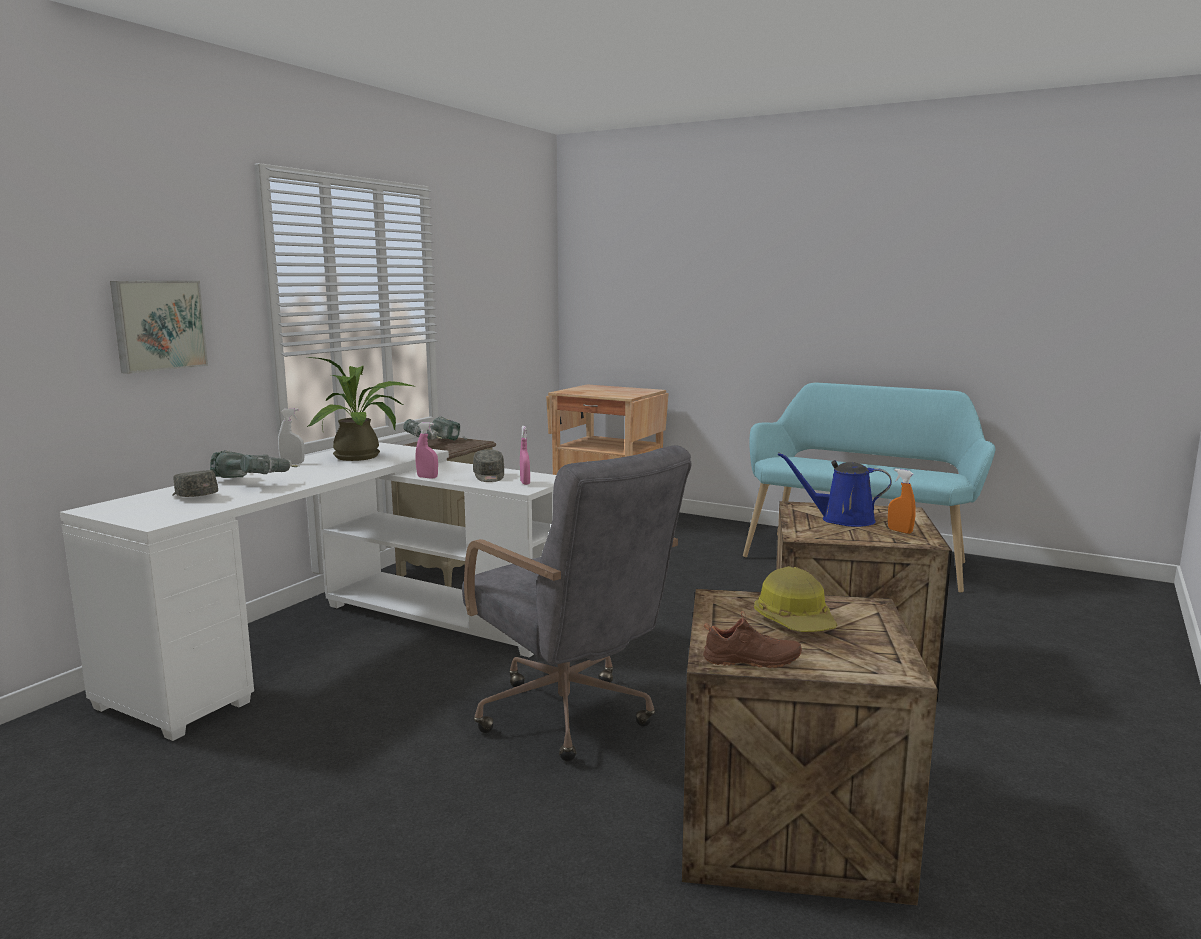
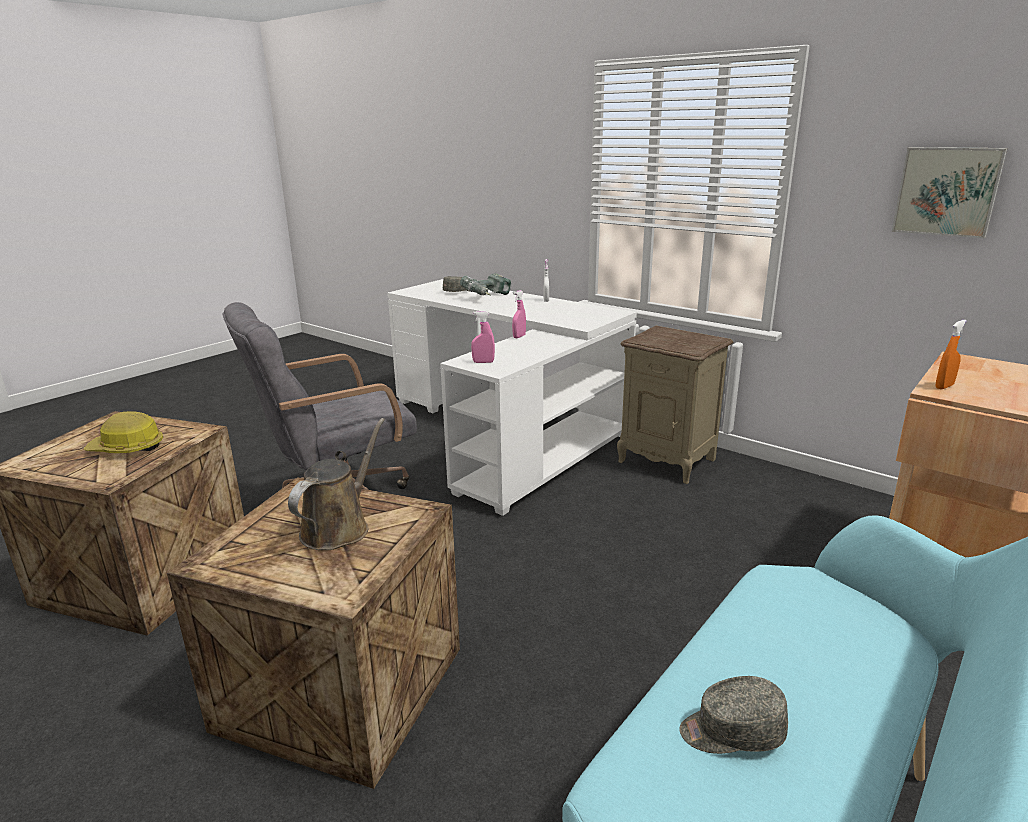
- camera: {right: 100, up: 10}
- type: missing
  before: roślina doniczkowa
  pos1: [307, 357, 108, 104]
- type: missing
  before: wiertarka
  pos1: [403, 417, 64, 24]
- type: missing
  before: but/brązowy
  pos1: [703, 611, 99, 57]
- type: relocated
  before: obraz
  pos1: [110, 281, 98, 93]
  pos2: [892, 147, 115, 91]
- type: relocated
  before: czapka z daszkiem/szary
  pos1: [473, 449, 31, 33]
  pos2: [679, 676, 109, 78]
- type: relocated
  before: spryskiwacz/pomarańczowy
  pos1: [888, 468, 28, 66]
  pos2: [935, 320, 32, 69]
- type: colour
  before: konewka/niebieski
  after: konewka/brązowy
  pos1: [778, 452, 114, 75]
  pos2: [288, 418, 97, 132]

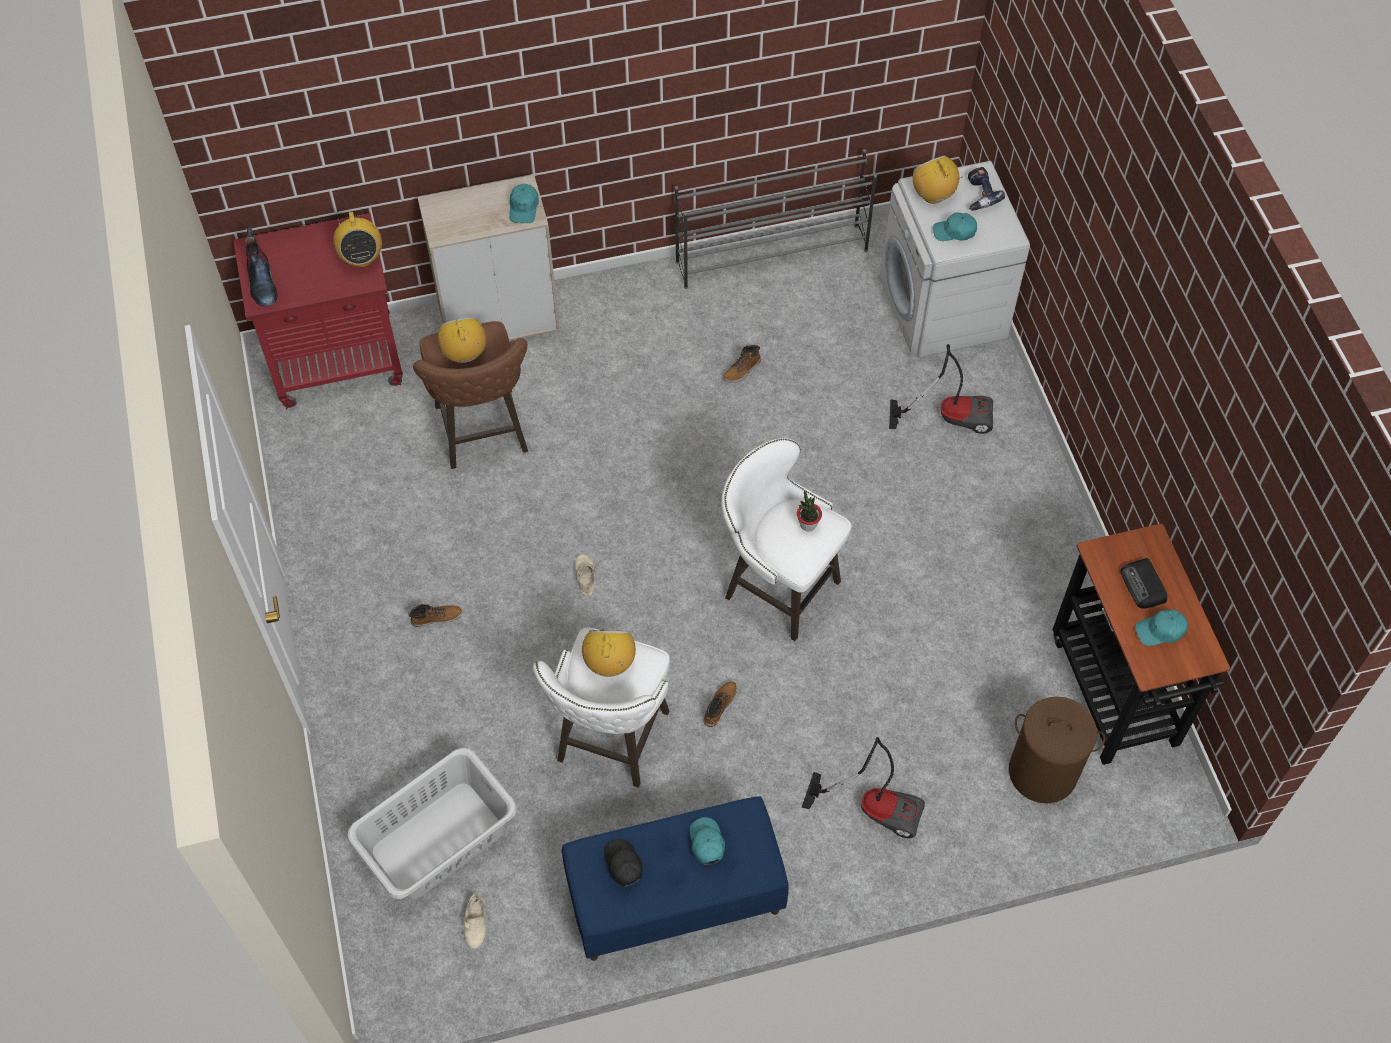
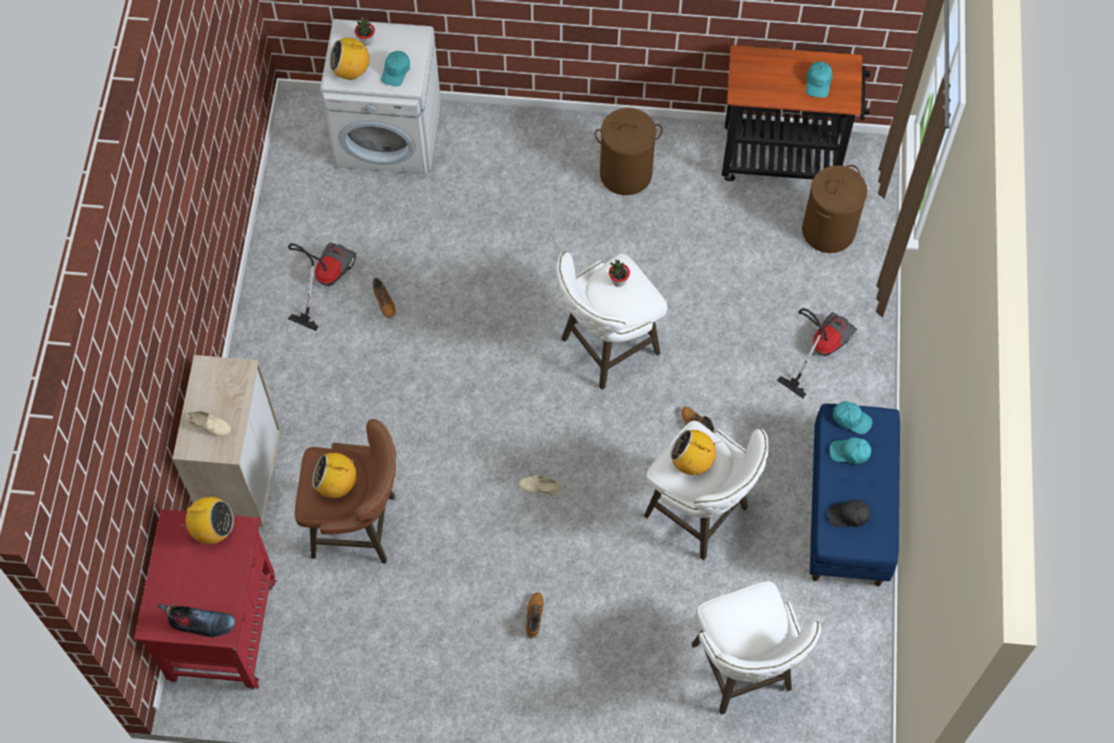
- camera: {right: -70, up: 5}
- type: missing
  before: regał na buty/szary
  pos1: [675, 149, 202, 140]
- type: missing
  before: radio
  pos1: [1120, 558, 47, 51]
- type: appeared
  after: kosz na pranie/brązowy
  pos2: [595, 108, 67, 87]
- type: relocated
  before: but/beżowy
  pos1: [463, 893, 23, 56]
  pos2: [186, 411, 45, 25]
- type: relocated
  before: czapka z daszkiem/turkusowy
  pos1: [509, 184, 30, 39]
  pos2: [833, 401, 40, 33]
- type: relocated
  before: odkurzacz
  pos1: [889, 344, 104, 90]
  pos2: [288, 243, 68, 88]
- type: exchanged
  before: kosz na pranie/szary
  after: stołek/biały
  pos1: [347, 748, 170, 152]
  pos2: [692, 581, 129, 134]
- type: exchanged
  before: wiertarka
  after: roślina doniczkowa
  pos1: [968, 167, 37, 44]
  pos2: [355, 17, 20, 29]

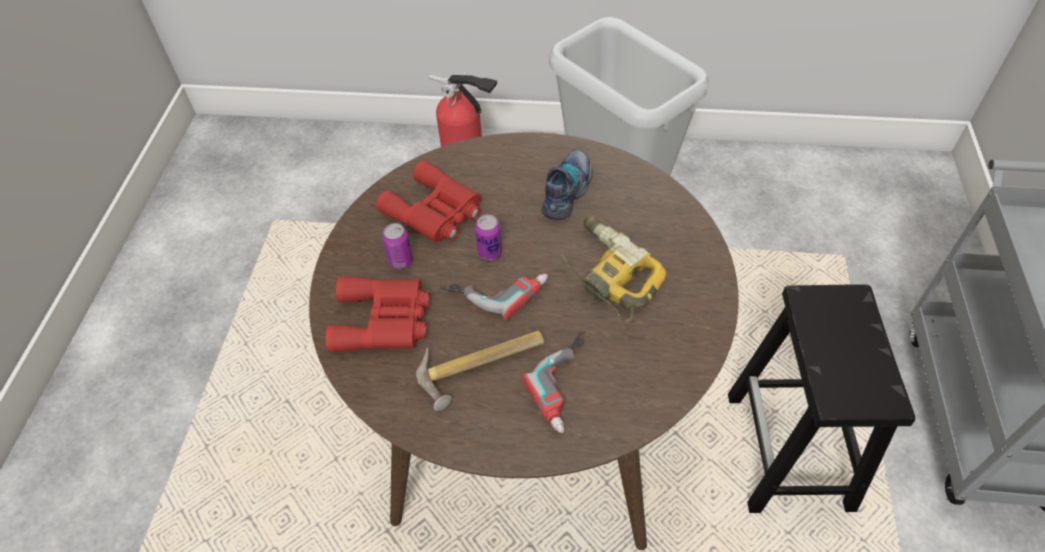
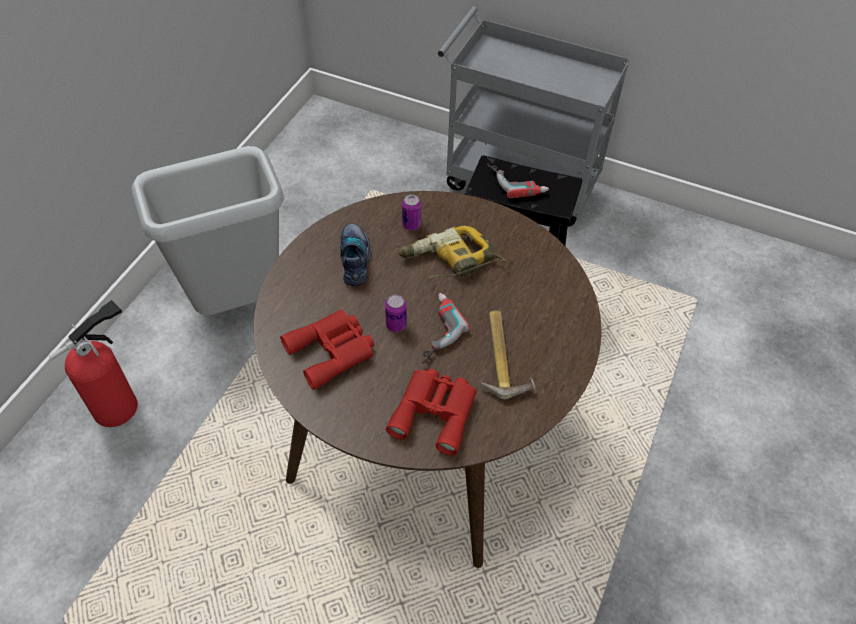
- camera: {right: -75, up: 0}
- type: relocated
  before: puszka
  pos1: [382, 223, 31, 46]
  pos2: [402, 194, 19, 37]
- type: relocated
  before: wiertarka
  pos1: [522, 331, 63, 102]
  pos2: [487, 163, 62, 35]
- type: spun
  before: but
  pos1: [542, 150, 51, 70]
  pos2: [340, 223, 31, 63]
  turn: 45

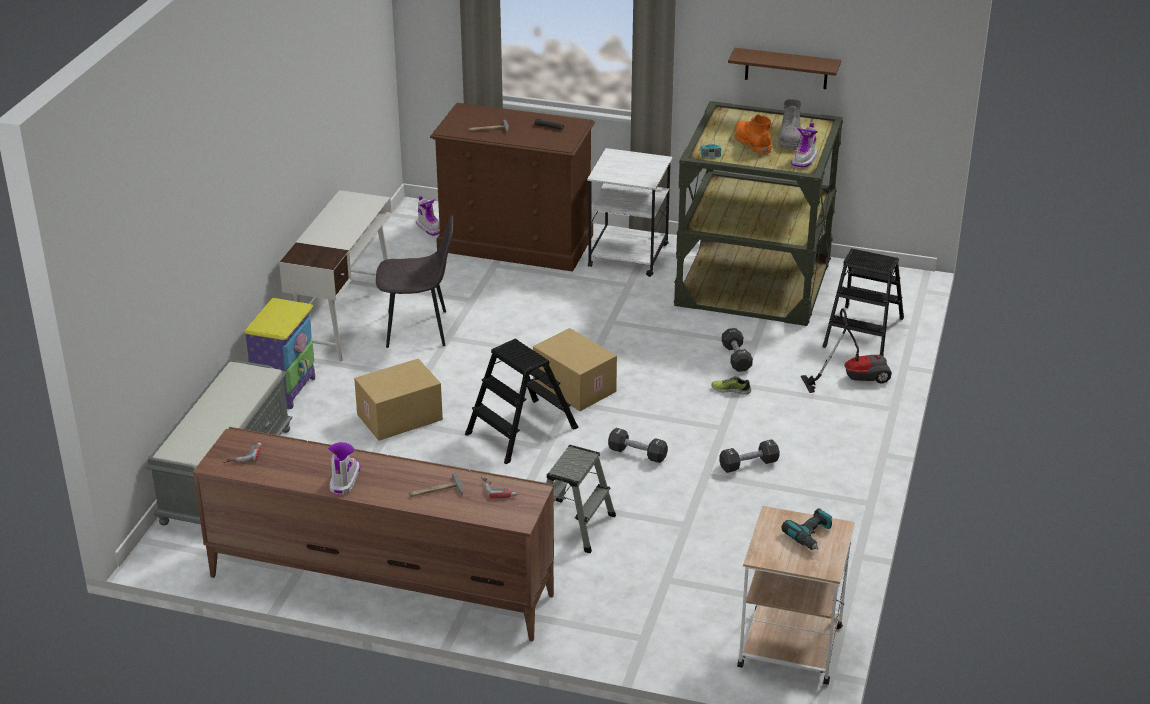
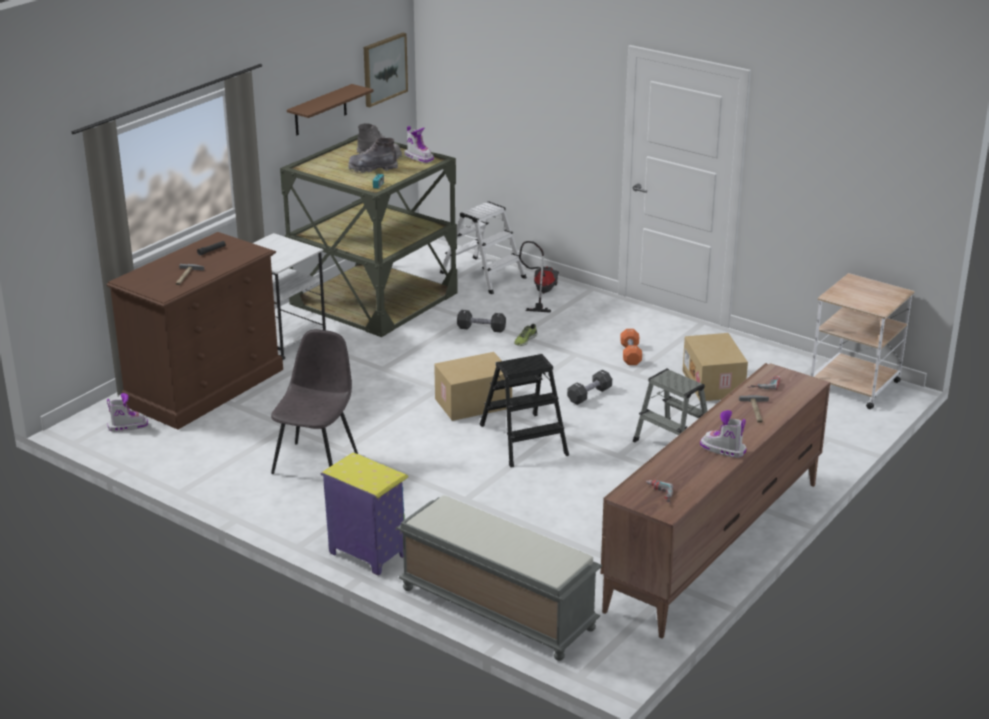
- camera: {right: -70, up: -5}
- type: missing
  before: biurko/biały
  pos1: [279, 190, 112, 171]
- type: missing
  before: wiertarka
  pos1: [781, 508, 51, 42]
- type: appeared
  after: obraz
  pos2: [364, 33, 44, 74]
- type: relocated
  before: karton
  pos1: [354, 359, 89, 82]
  pos2: [682, 333, 66, 68]
- type: colour
  before: hantel/czarny
  after: hantel/pomarańczowy
  pos1: [719, 439, 61, 34]
  pos2: [620, 329, 22, 36]
- type: colour
  before: but z cholewką/pomarańczowy
  after: but z cholewką/szary
  pos1: [734, 114, 37, 41]
  pos2: [348, 138, 50, 35]
- type: colour
  before: drabinka/czarny
  after: drabinka/biały
  pos1: [822, 248, 82, 109]
  pos2: [440, 201, 87, 93]

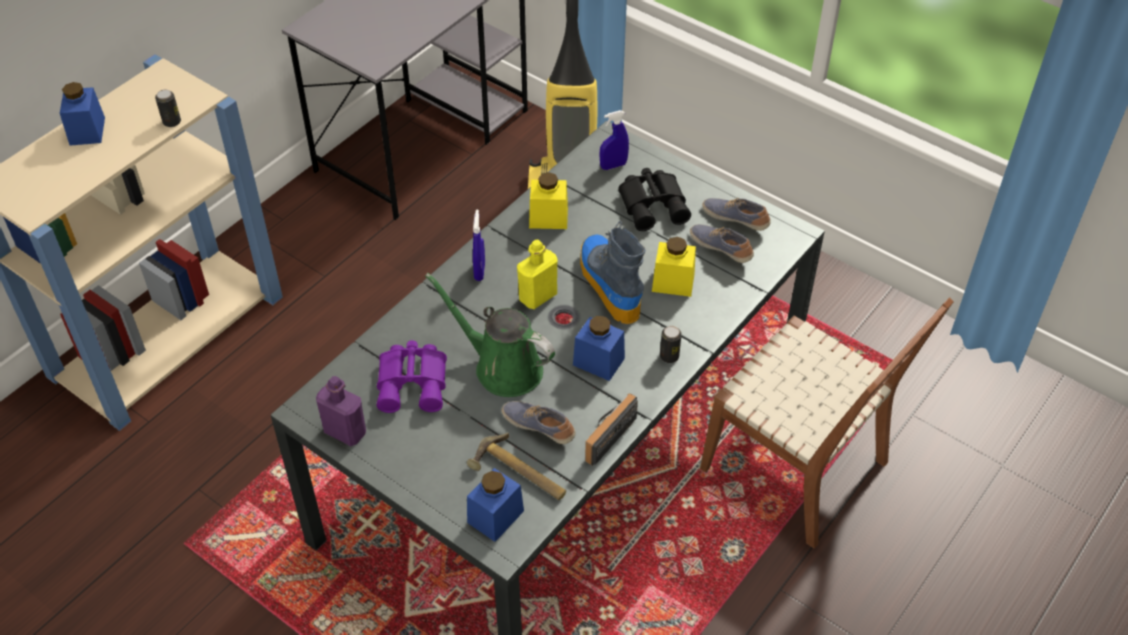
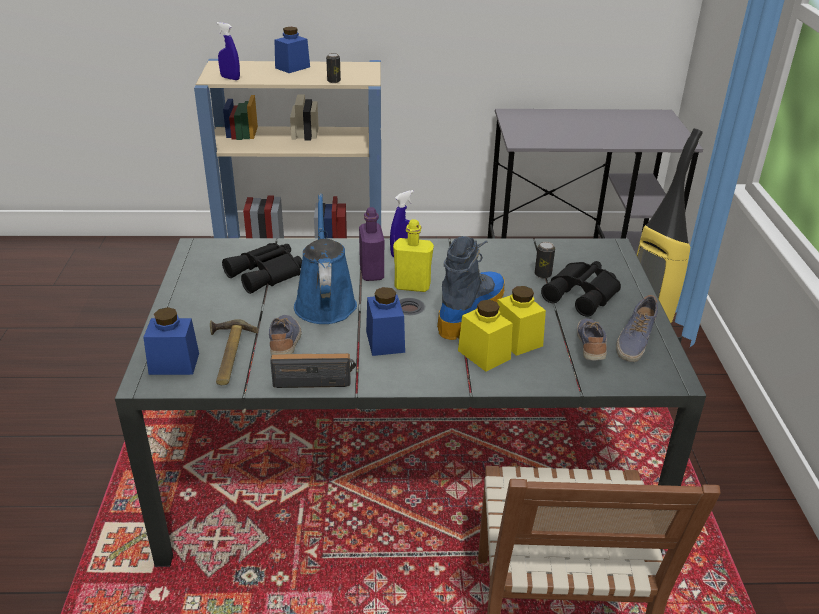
- camera: {right: 50, up: -15}
- type: relocated
  before: butelka/fioletowy
  pos1: [316, 376, 50, 70]
  pos2: [359, 207, 25, 74]
- type: relocated
  before: słoik/żółty
  pos1: [529, 172, 39, 57]
  pos2: [458, 300, 55, 72]
- type: relocated
  before: spryskiwacz/niebieski
  pos1: [599, 110, 30, 60]
  pos2: [217, 22, 23, 58]
- type: relocated
  before: puszka
  pos1: [660, 326, 22, 37]
  pos2: [535, 242, 20, 37]
- type: colour
  before: lornetka/fioletowy
  after: lornetka/czarny
  pos1: [377, 340, 70, 73]
  pos2: [222, 243, 80, 51]
- type: colour
  before: konewka/zielony
  after: konewka/niebieski
  pos1: [425, 273, 130, 124]
  pos2: [294, 194, 63, 130]
- type: spun
  before: but
  pos1: [702, 198, 69, 33]
  pos2: [616, 295, 42, 67]
  turn: -150

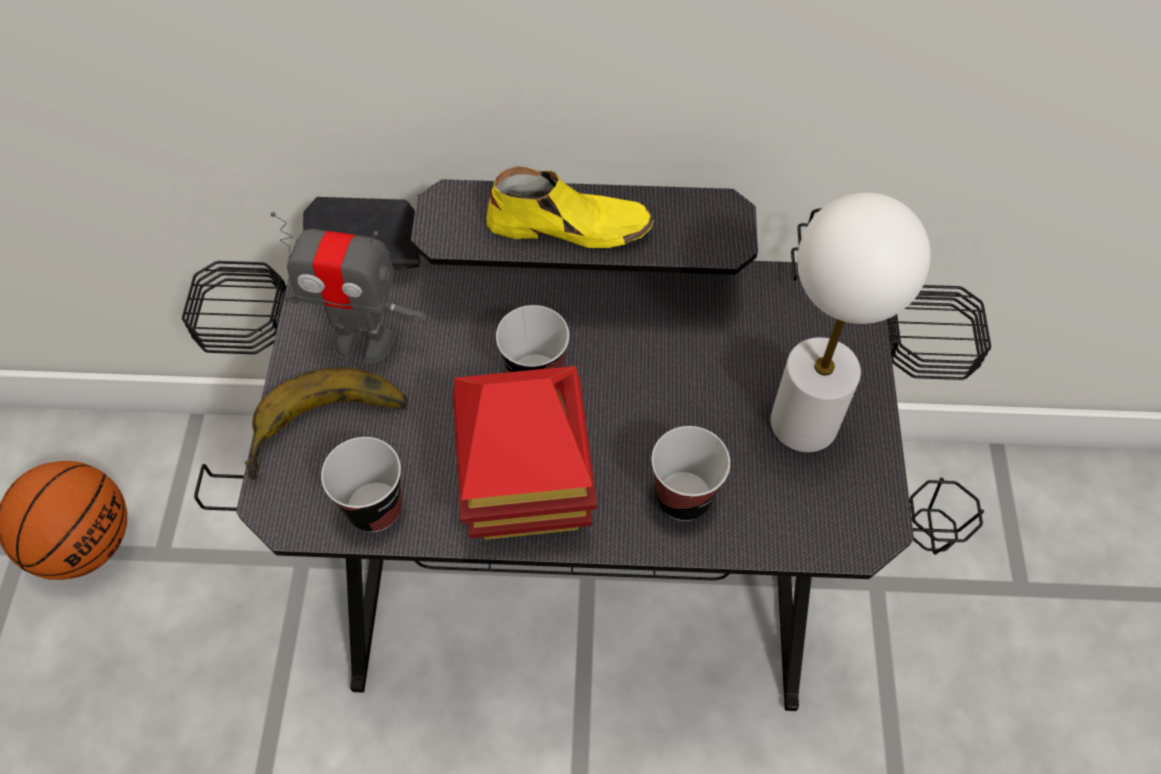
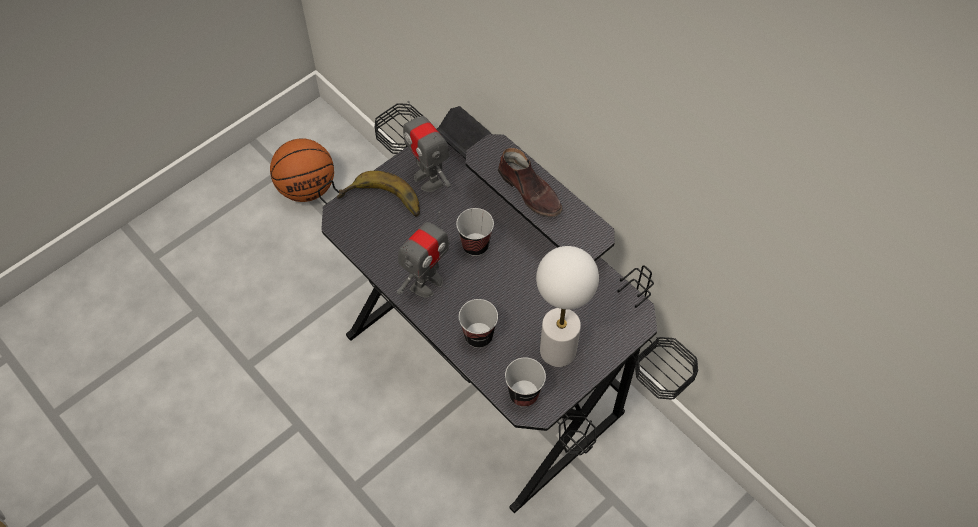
- camera: {right: 45, up: 0}
- type: relocated
  before: filiżanka
  pos1: [321, 437, 81, 95]
  pos2: [505, 358, 41, 49]
- type: exchanged
  before: domek
  after: robot zabawkowy
  pos1: [452, 366, 145, 174]
  pos2: [397, 211, 53, 87]
- type: colour
  before: but/żółty
  after: but/brązowy
  pos1: [486, 166, 168, 82]
  pos2: [498, 148, 65, 69]

